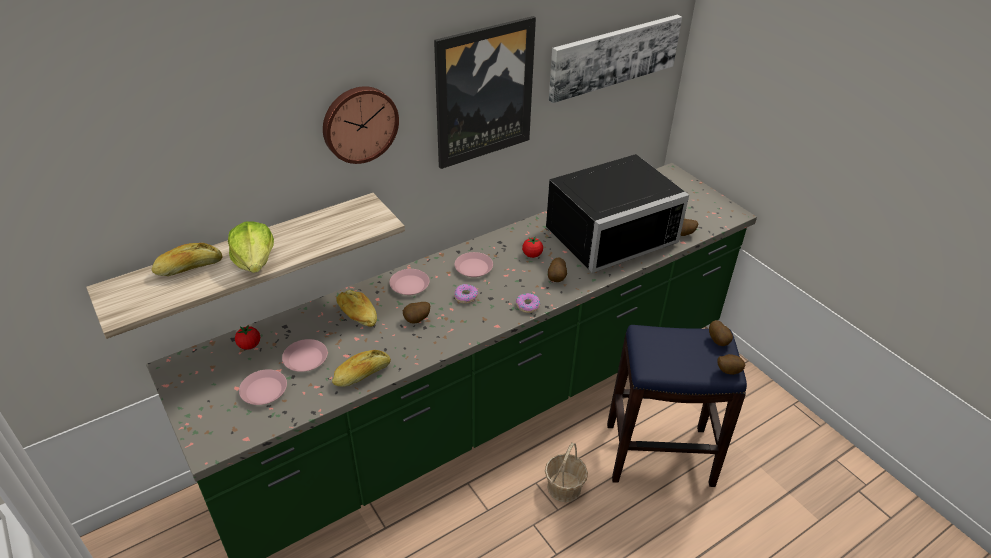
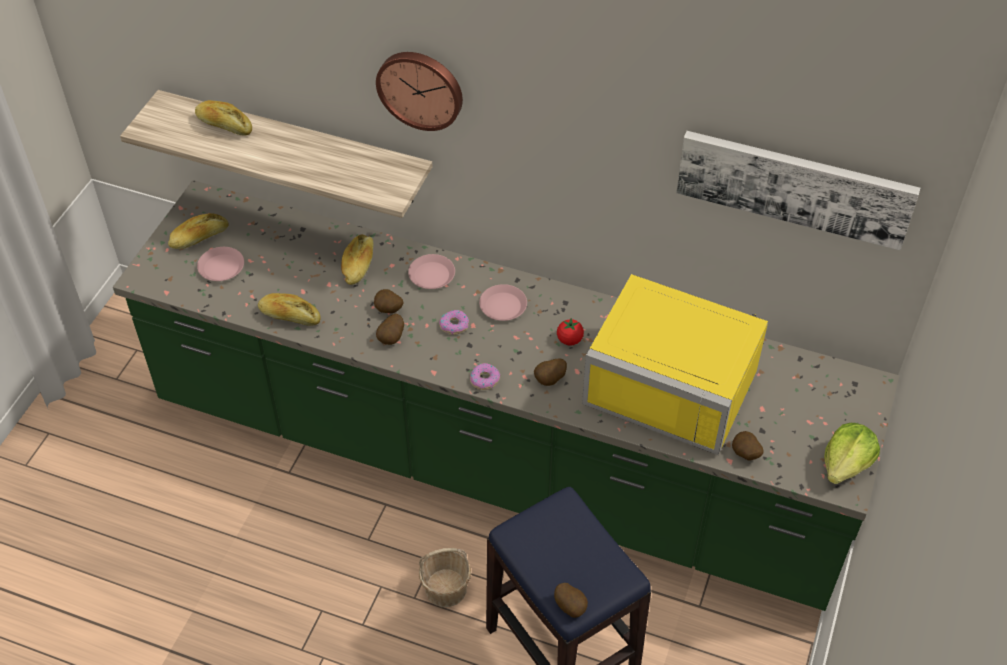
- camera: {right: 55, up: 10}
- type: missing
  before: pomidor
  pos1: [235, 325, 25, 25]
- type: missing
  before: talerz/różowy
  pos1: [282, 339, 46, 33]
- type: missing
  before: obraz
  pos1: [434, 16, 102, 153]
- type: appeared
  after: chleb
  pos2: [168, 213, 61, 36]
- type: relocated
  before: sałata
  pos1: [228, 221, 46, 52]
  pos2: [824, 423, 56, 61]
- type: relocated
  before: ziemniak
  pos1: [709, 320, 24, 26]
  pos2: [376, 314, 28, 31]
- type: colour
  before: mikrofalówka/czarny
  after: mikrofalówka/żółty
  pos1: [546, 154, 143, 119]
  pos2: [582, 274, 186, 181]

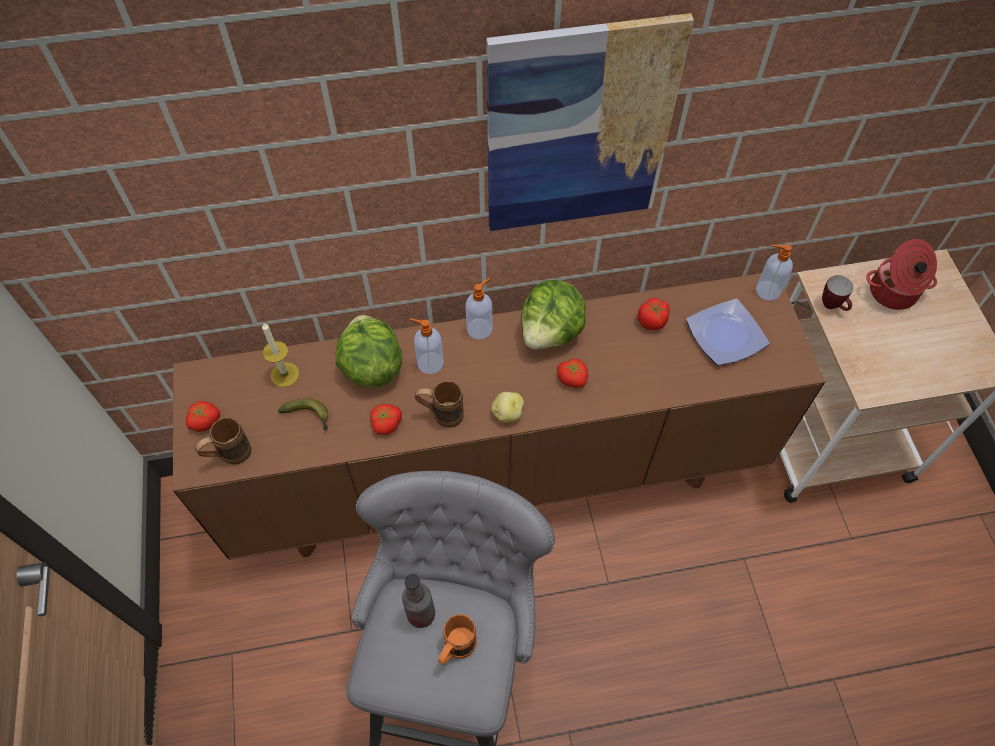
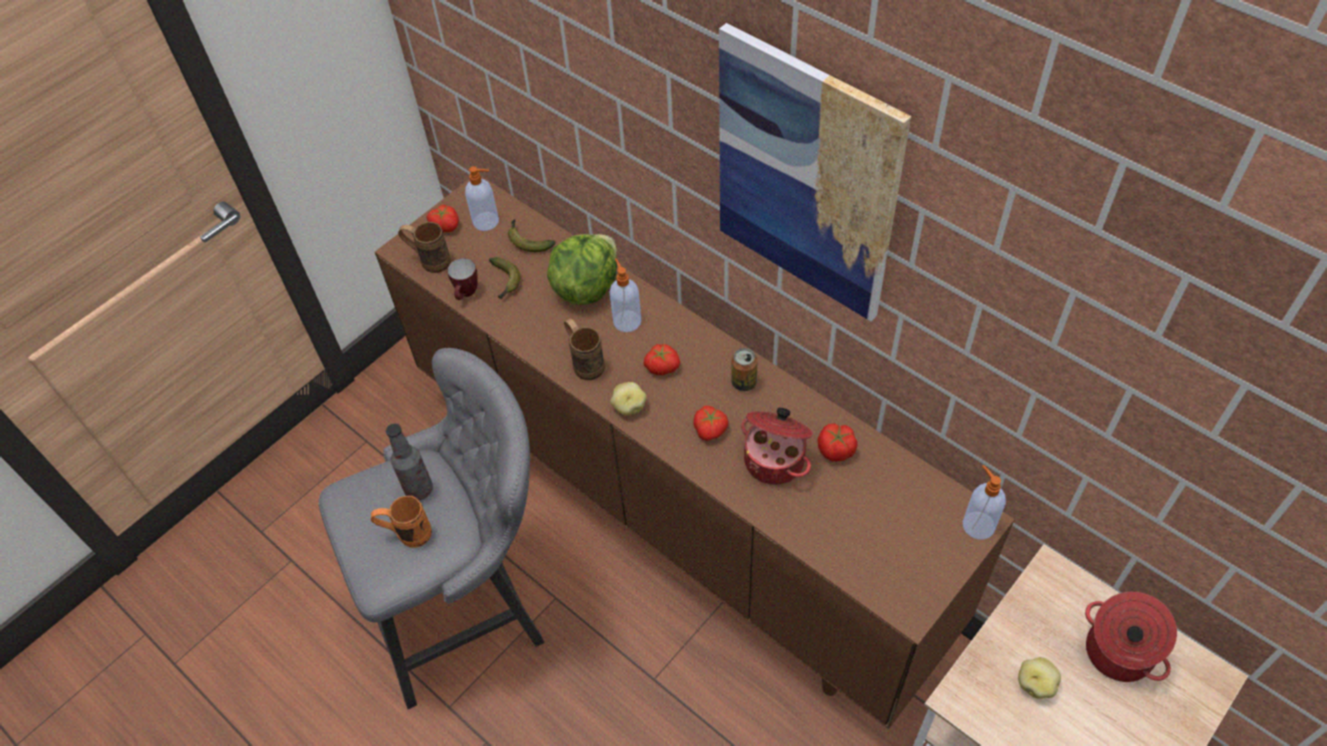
- camera: {right: 55, up: -5}
- type: missing
  before: talerz
  pos1: [686, 299, 84, 67]
- type: appeared
  after: garnek
  pos2: [741, 407, 72, 78]
- type: appeared
  after: ziemniak
  pos2: [1018, 657, 43, 42]
- type: relocated
  before: pomidor
  pos1: [370, 404, 32, 31]
  pos2: [644, 344, 36, 31]
- type: relocated
  before: dozownik mydła
  pos1: [465, 278, 27, 61]
  pos2: [465, 166, 34, 65]
- type: relocated
  before: kubek
  pos1: [822, 275, 31, 36]
  pos2: [447, 258, 31, 42]
- type: exchanged
  before: świeca
  after: banan
  pos1: [262, 322, 37, 65]
  pos2: [508, 219, 47, 33]
- type: exchanged
  before: sałata
  after: puszka
  pos1: [521, 280, 65, 69]
  pos2: [731, 348, 27, 43]

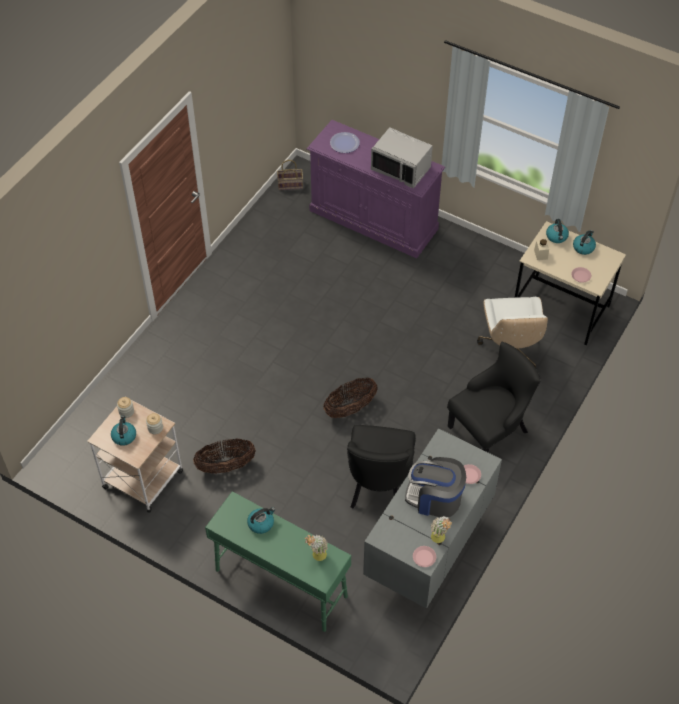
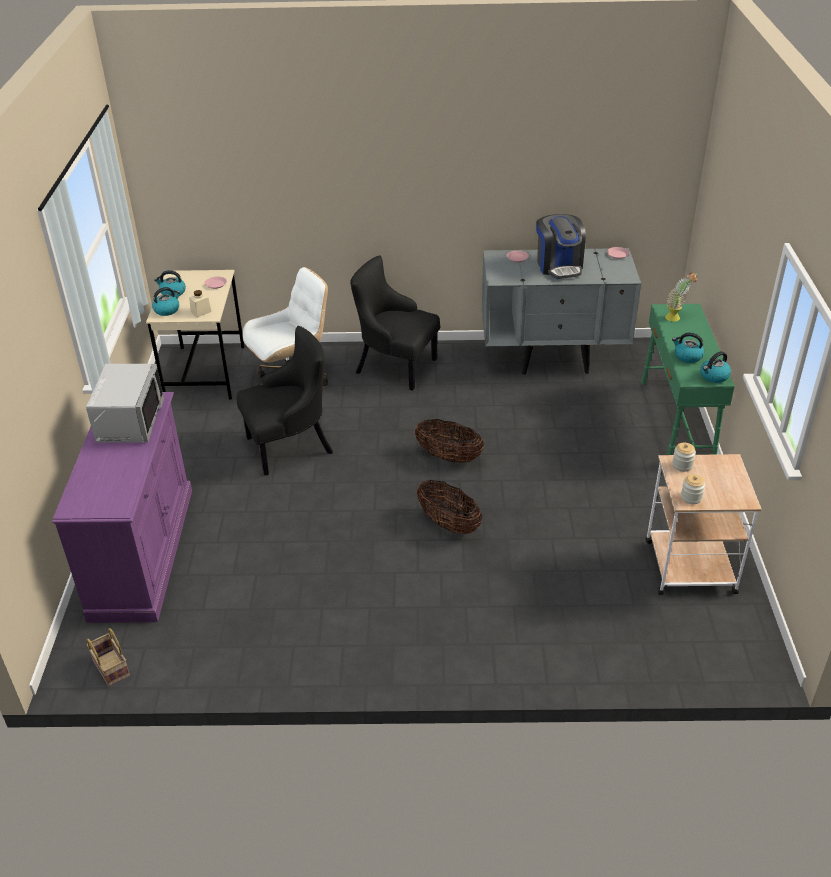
- camera: {right: -120, up: -15}
- type: missing
  before: talerz
  pos1: [330, 132, 30, 21]
- type: missing
  before: roślina doniczkowa
  pos1: [430, 516, 22, 27]
- type: relocated
  before: czajnik
  pos1: [111, 415, 25, 31]
  pos2: [700, 351, 31, 32]
- type: relocated
  before: koszyk
  pos1: [193, 438, 63, 36]
  pos2: [417, 480, 65, 54]
- type: relocated
  before: krzesło/czarny
  pos1: [347, 425, 69, 84]
  pos2: [237, 326, 96, 149]

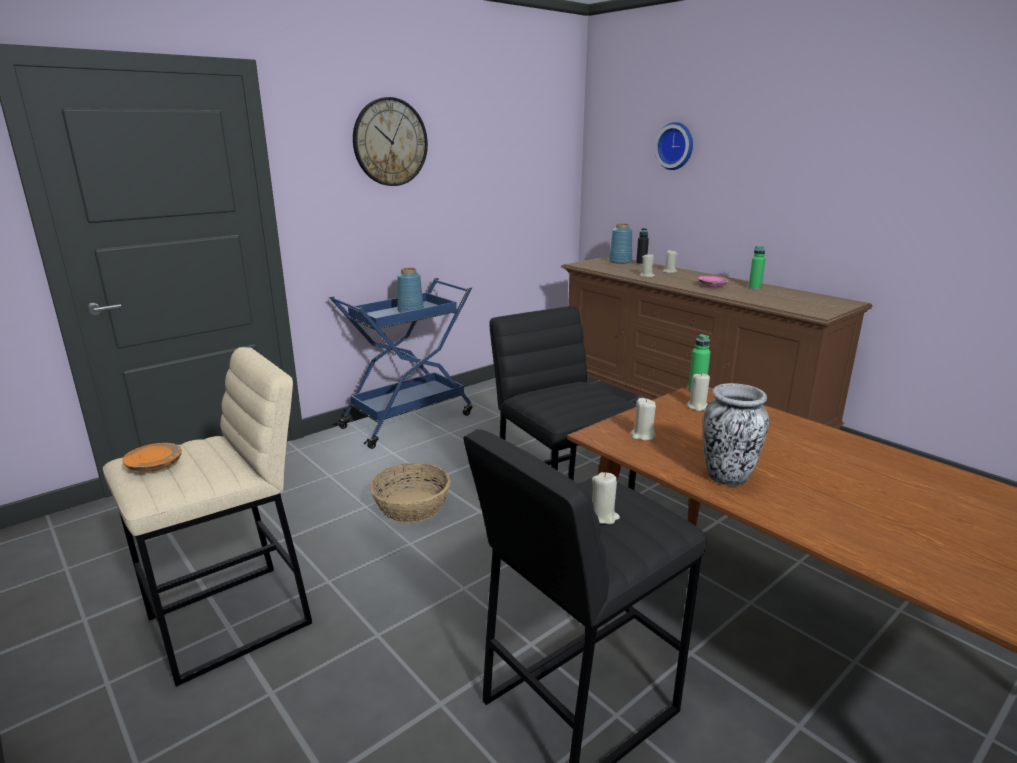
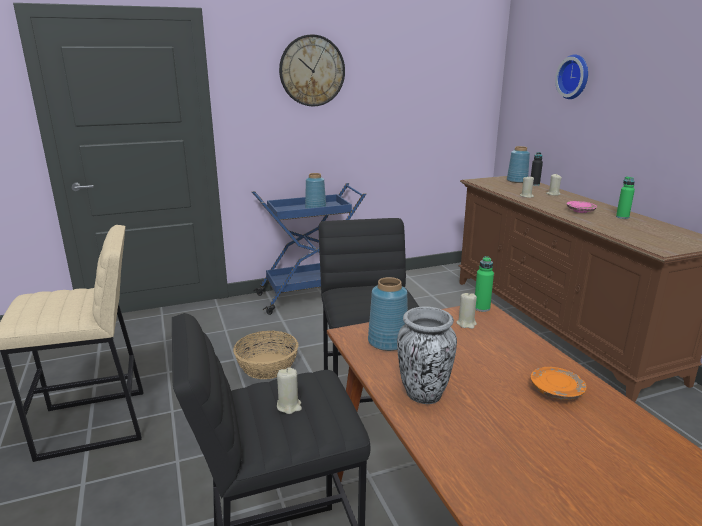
- camera: {right: 20, up: 0}
- type: relocated
  before: talerz/pomarańczowy
  pos1: [122, 443, 60, 28]
  pos2: [531, 367, 56, 33]
- type: exchanged
  before: świeca/beżowy
  after: wazon/niebieski
  pos1: [631, 398, 25, 43]
  pos2: [368, 277, 40, 74]

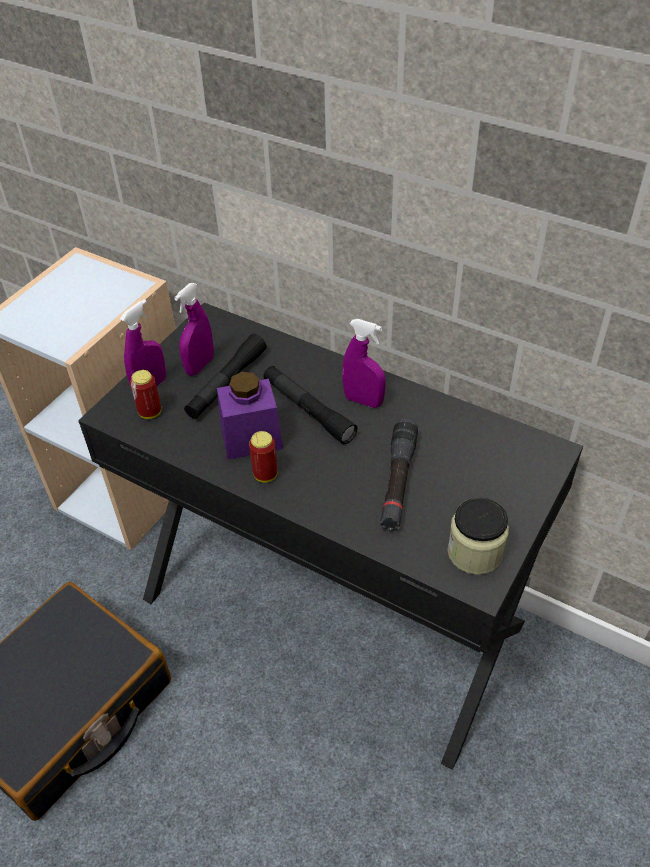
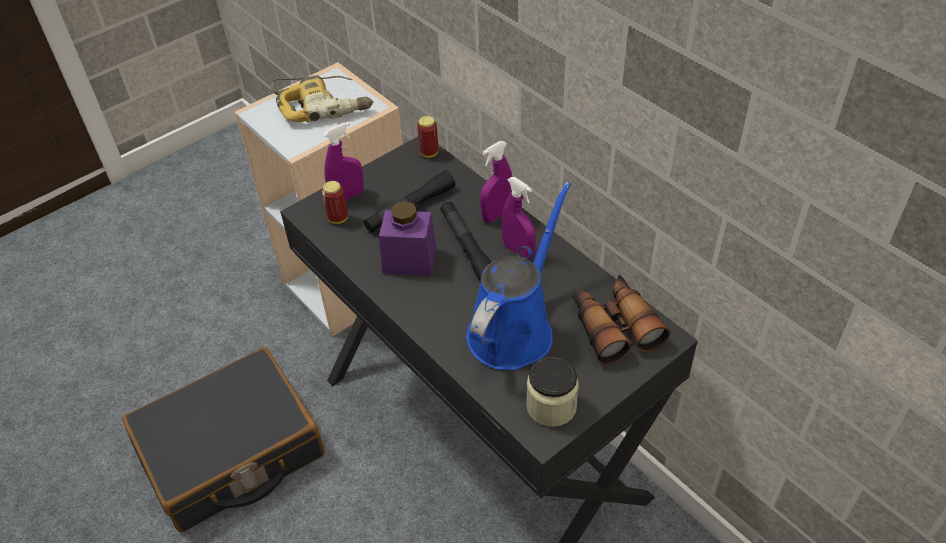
- camera: {right: 20, up: 0}
- type: appeared
  after: wiertarka
  pos2: [270, 75, 103, 47]
- type: appeared
  after: lornetka
  pos2: [572, 275, 98, 89]
- type: relocated
  before: spryskiwacz/fioletowy
  pos1: [174, 283, 40, 93]
  pos2: [480, 141, 33, 81]
- type: relocated
  before: puszka
  pos1: [249, 431, 29, 52]
  pos2: [417, 116, 21, 42]
- type: exchanged
  before: latarka/czarny
  after: konewka/niebieski
  pos1: [380, 419, 38, 113]
  pos2: [466, 182, 105, 188]

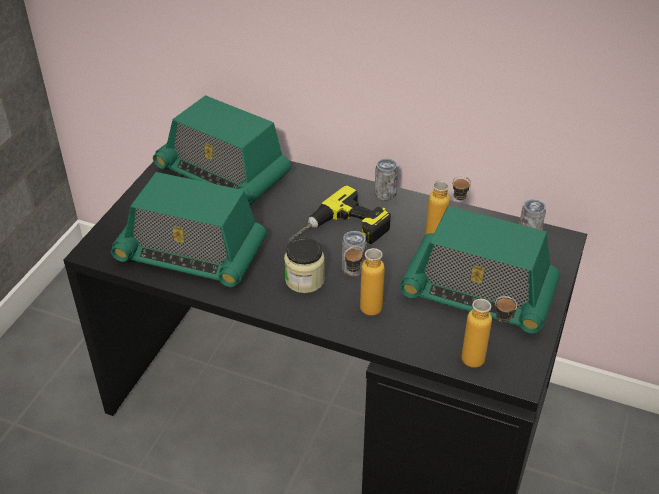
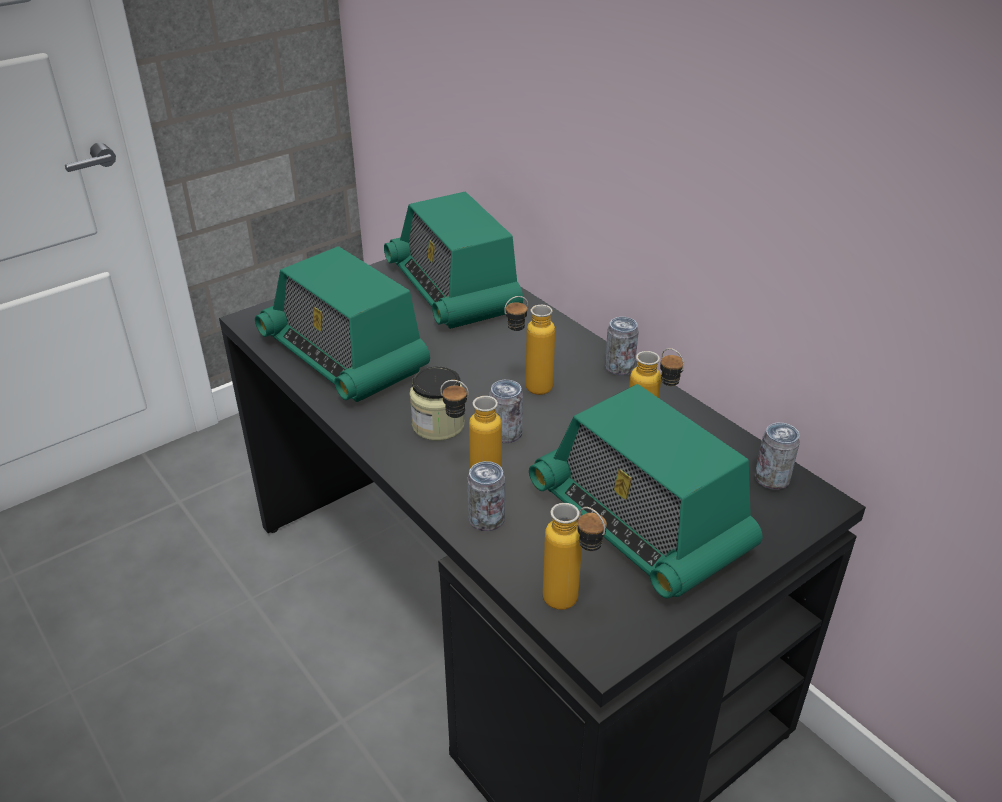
- camera: {right: 30, up: -5}
- type: appeared
  after: puszka
  pos2: [467, 461, 38, 70]
- type: exchanged
  before: wiertarka
  after: butelka
  pos1: [289, 185, 102, 59]
  pos2: [504, 296, 51, 99]

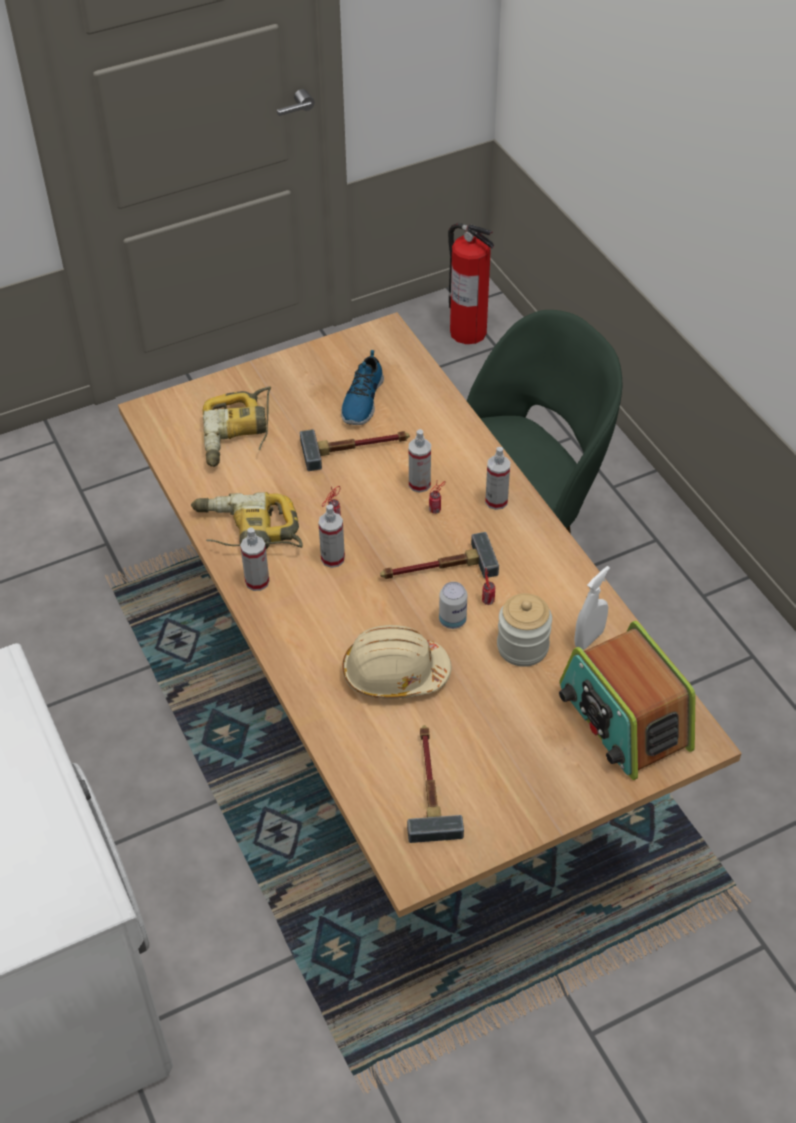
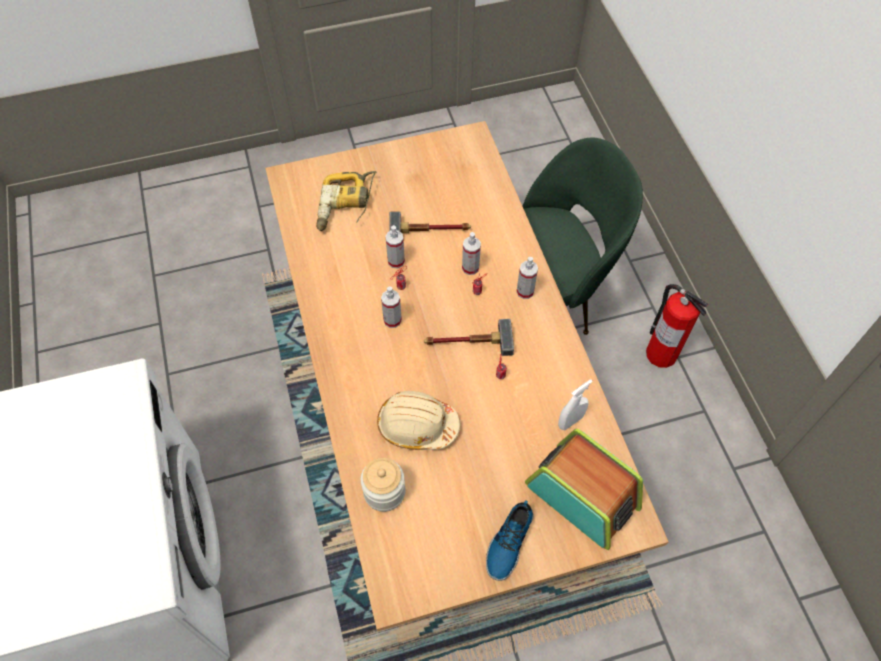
- camera: {right: 10, up: 10}
- type: missing
  before: wiertarka
  pos1: [191, 492, 112, 57]
- type: missing
  before: młotek
  pos1: [407, 725, 57, 118]
- type: missing
  before: puszka
  pos1: [439, 582, 28, 47]
- type: relocated
  before: spryskiwacz
  pos1: [240, 527, 29, 64]
  pos2: [385, 225, 20, 43]
- type: relocated
  before: but
  pos1: [341, 350, 43, 75]
  pos2: [486, 500, 47, 81]
- type: relocated
  before: gaśnica
  pos1: [448, 223, 46, 121]
  pos2: [646, 284, 62, 84]
- type: relocated
  before: słoik
  pos1: [497, 593, 55, 74]
  pos2: [361, 458, 44, 54]
- type: spun
  before: radio
  pos1: [559, 621, 137, 159]
  pos2: [525, 428, 118, 122]
  turn: 150

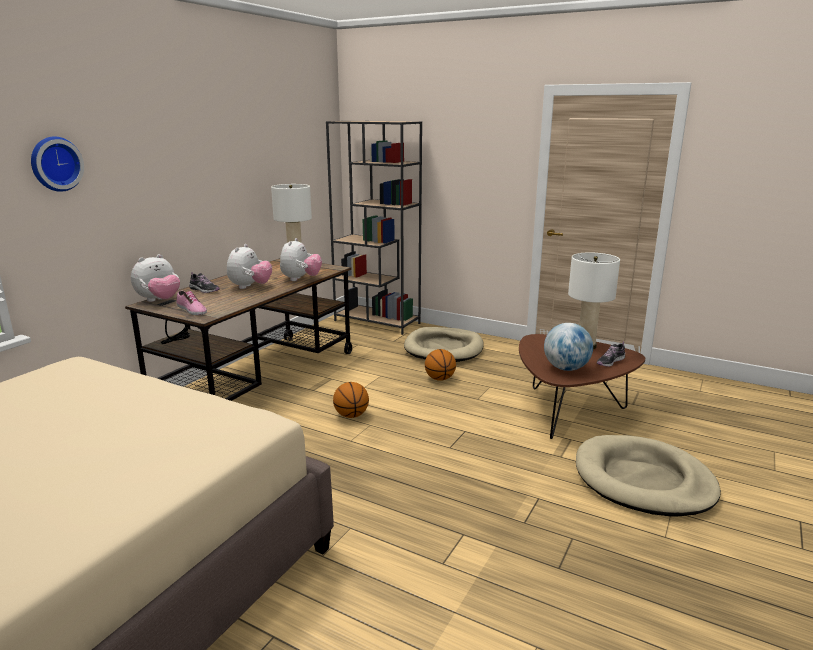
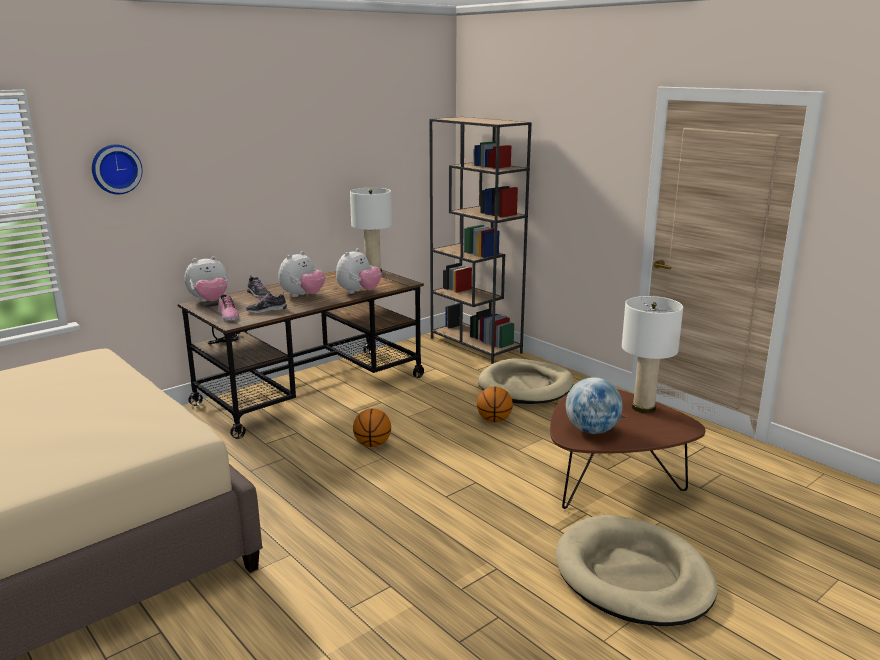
- camera: {right: 20, up: 0}
- type: relocated
  before: but
  pos1: [597, 342, 28, 25]
  pos2: [246, 292, 41, 22]

